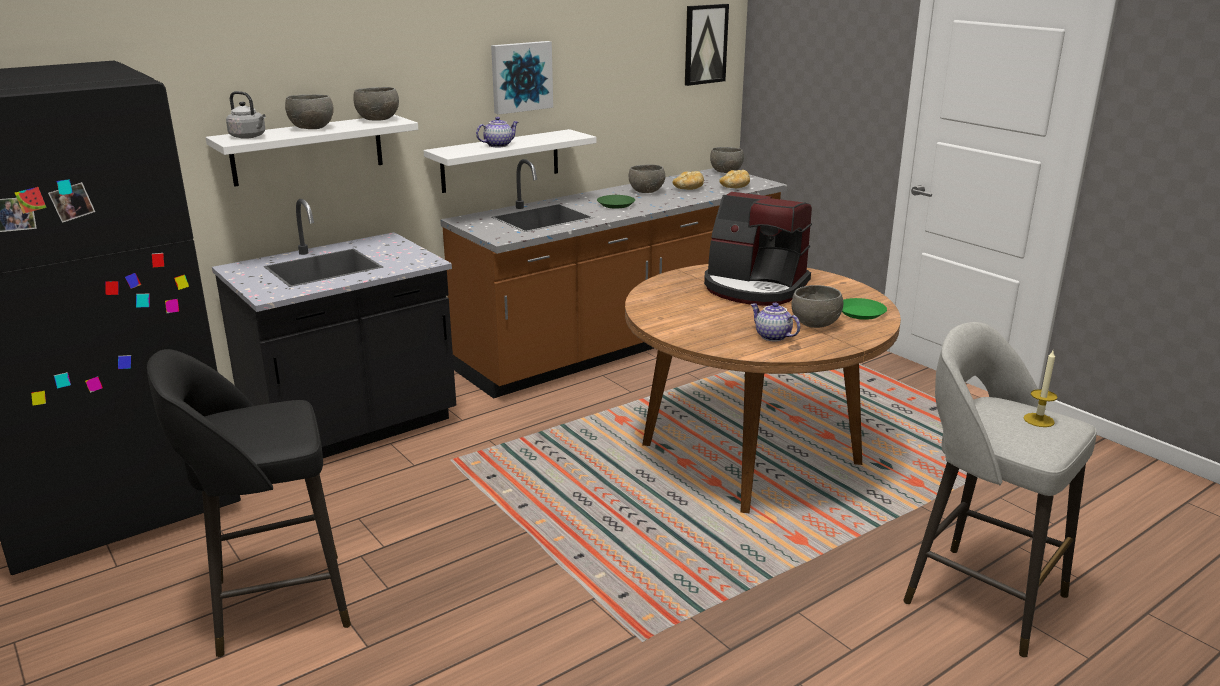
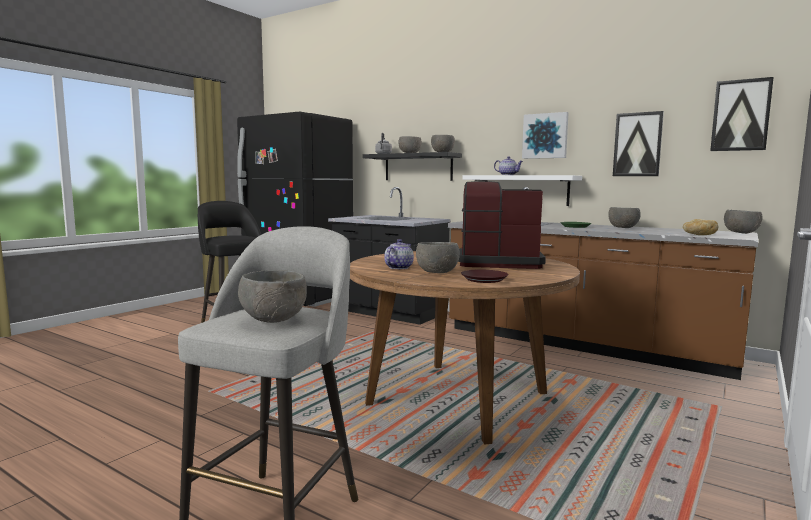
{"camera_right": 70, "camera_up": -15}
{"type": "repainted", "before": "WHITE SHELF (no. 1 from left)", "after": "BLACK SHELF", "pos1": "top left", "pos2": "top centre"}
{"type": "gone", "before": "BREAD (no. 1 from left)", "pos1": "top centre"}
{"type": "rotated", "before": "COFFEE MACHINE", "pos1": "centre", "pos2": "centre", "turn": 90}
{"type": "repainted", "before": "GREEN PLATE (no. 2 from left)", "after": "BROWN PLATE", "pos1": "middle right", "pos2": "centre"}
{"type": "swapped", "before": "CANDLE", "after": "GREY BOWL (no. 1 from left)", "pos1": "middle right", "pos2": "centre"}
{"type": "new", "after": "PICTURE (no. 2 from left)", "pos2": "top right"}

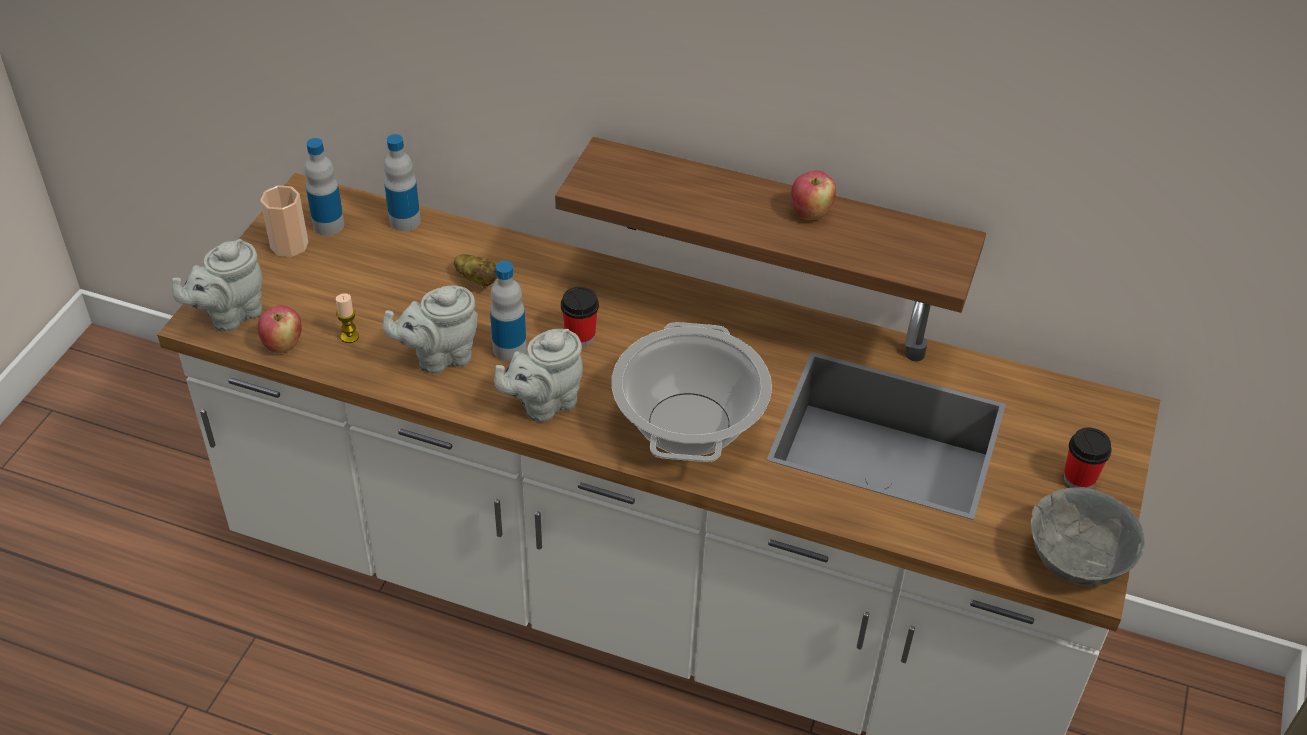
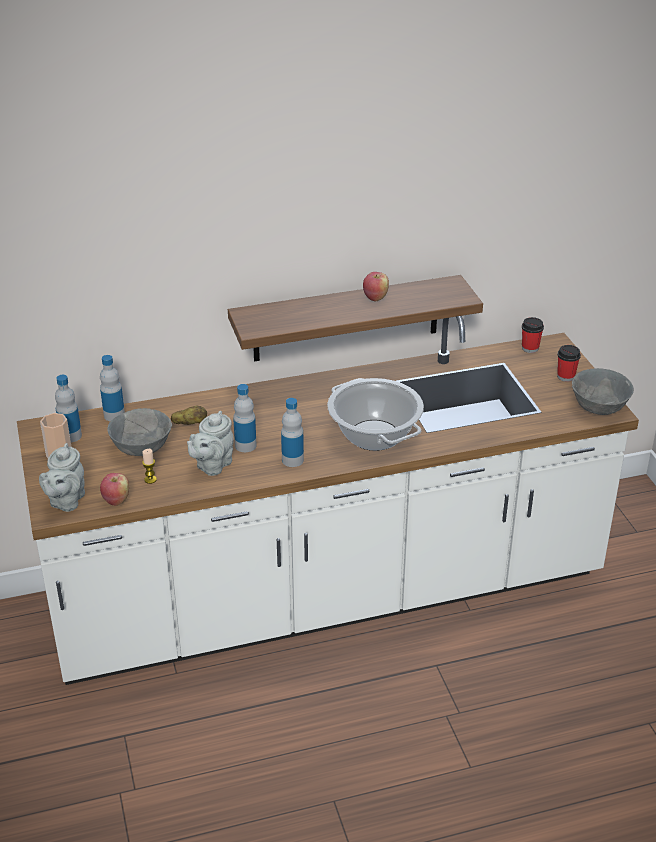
{"camera_right": -35, "camera_up": -10}
{"type": "swapped", "before": "GREY TEAPOT (no. 3 from left)", "after": "BOTTLE (no. 4 from left)", "pos1": "centre", "pos2": "centre"}
{"type": "shifted", "before": "CUP (no. 2 from left)", "pos1": "centre", "pos2": "middle right"}
{"type": "new", "after": "GREY BOWL (no. 1 from left)", "pos2": "middle left"}

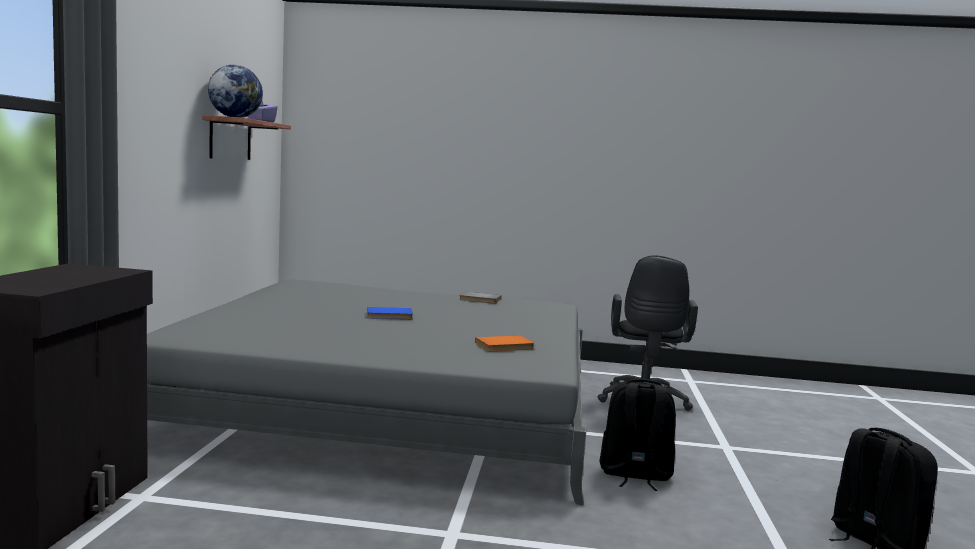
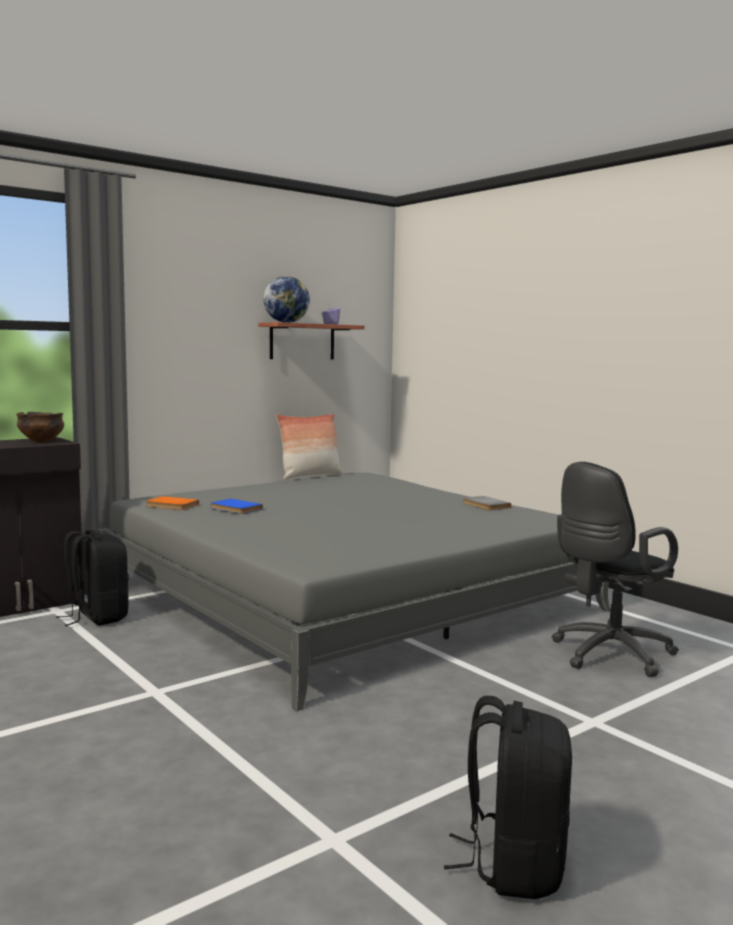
{"camera_right": 45, "camera_up": 0}
{"type": "shifted", "before": "BLUE BOOK", "pos1": "centre", "pos2": "middle left"}
{"type": "shifted", "before": "ORANGE BOOK", "pos1": "centre", "pos2": "middle left"}
{"type": "shifted", "before": "BLACK BACKPACK (no. 1 from left)", "pos1": "bottom centre", "pos2": "middle left"}
{"type": "new", "after": "BOWL", "pos2": "middle left"}
{"type": "new", "after": "PILLOW", "pos2": "centre"}

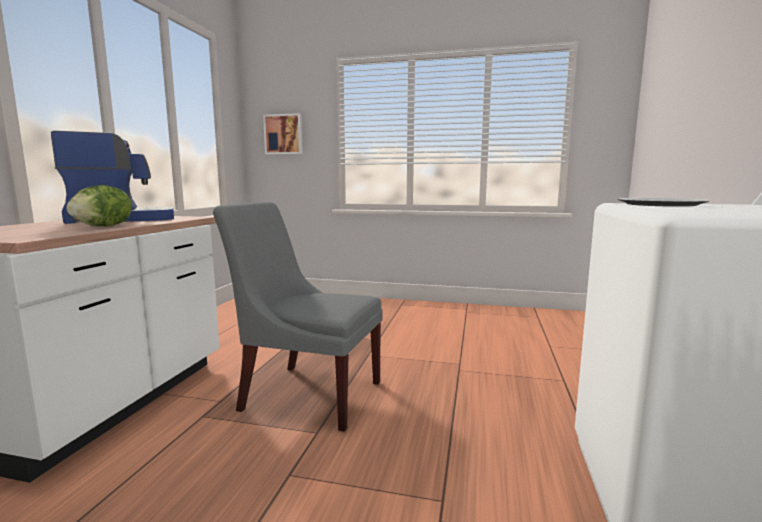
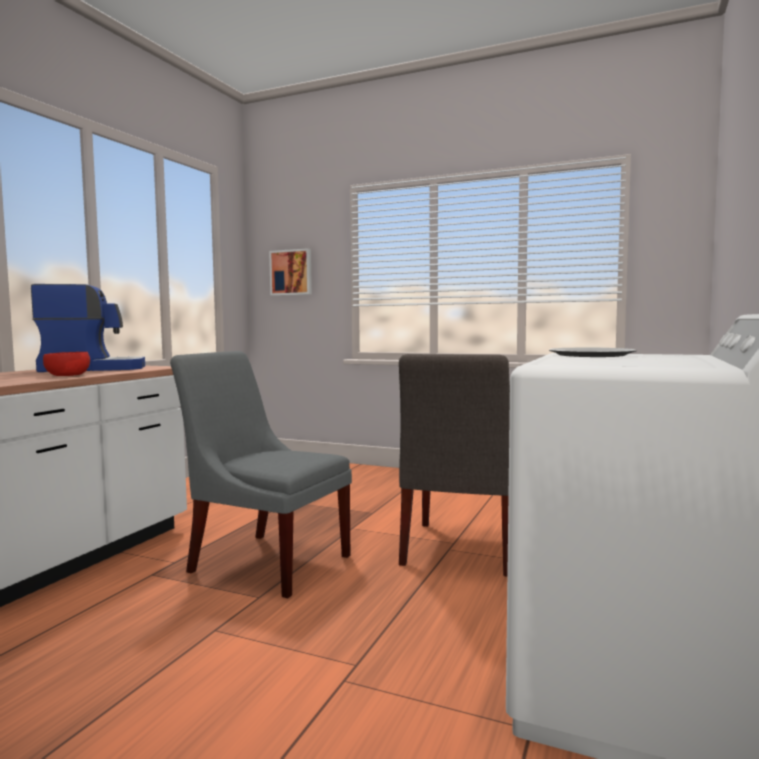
{"camera_right": 10, "camera_up": -5}
{"type": "swapped", "before": "LETTUCE", "after": "RED BOWL", "pos1": "middle left", "pos2": "middle left"}
{"type": "new", "after": "GREY CHAIR (no. 2 from left)", "pos2": "centre"}

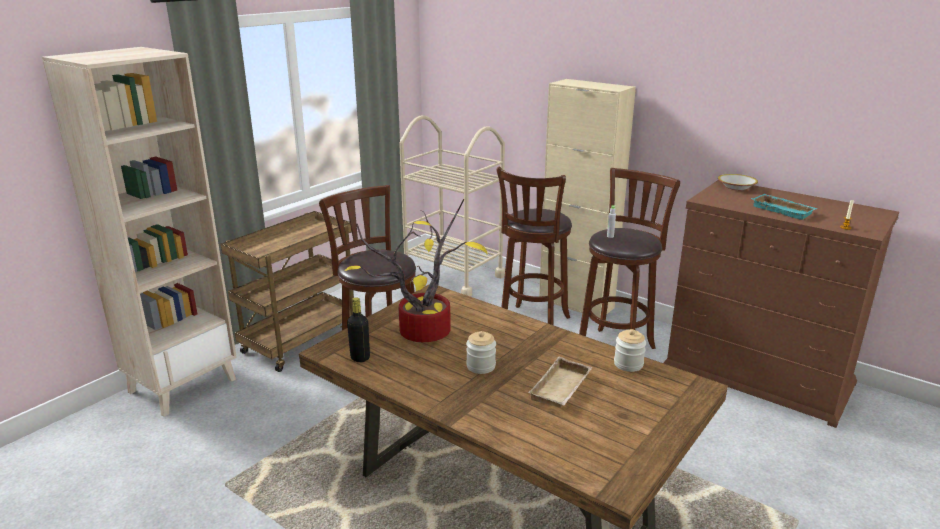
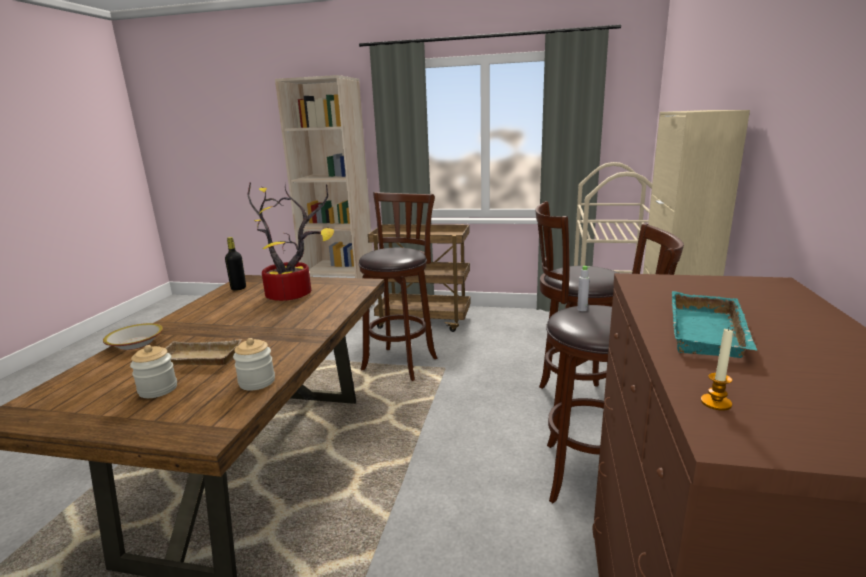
{"camera_right": 65, "camera_up": -5}
{"type": "shifted", "before": "JAR (no. 1 from left)", "pos1": "centre", "pos2": "middle left"}
{"type": "shifted", "before": "BOWL", "pos1": "middle right", "pos2": "middle left"}

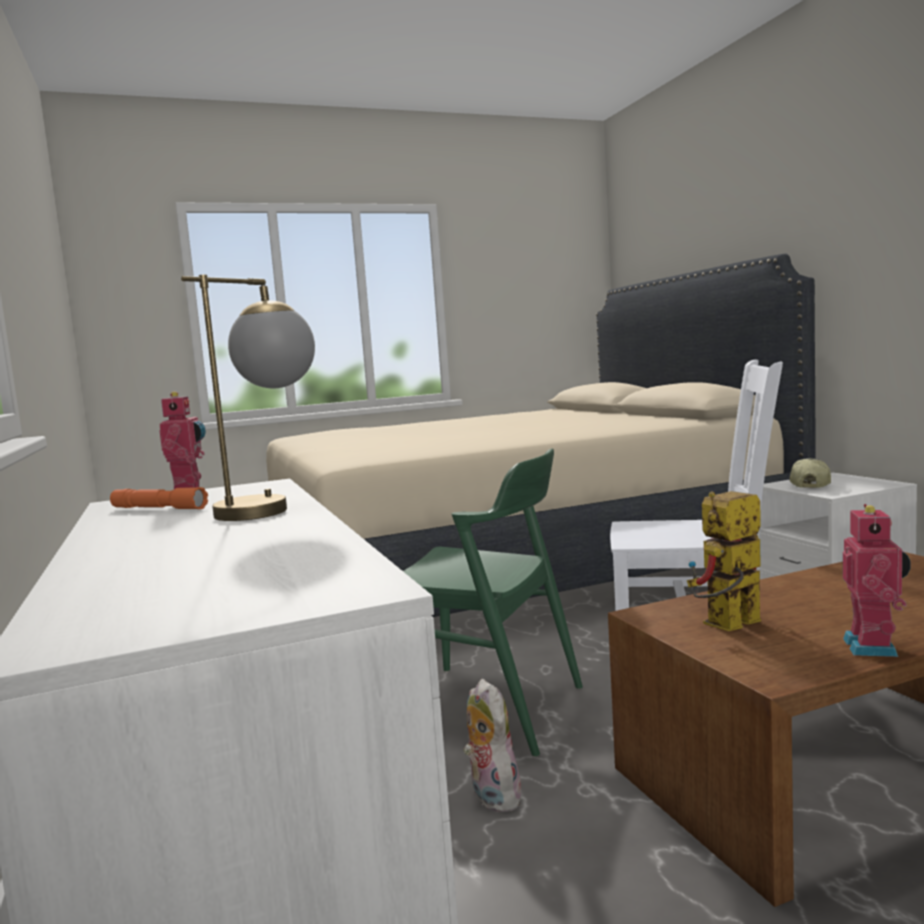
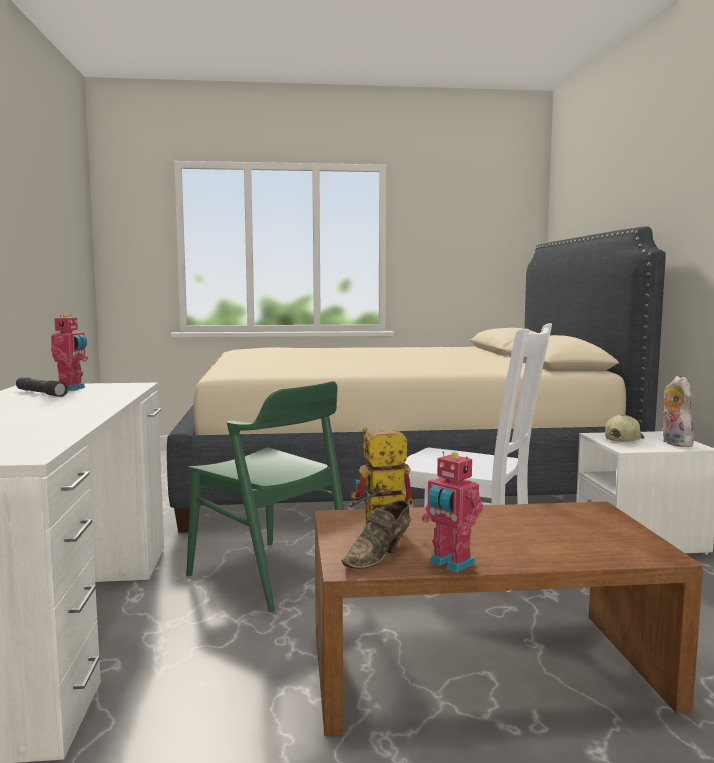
{"camera_right": 15, "camera_up": 0}
{"type": "repainted", "before": "ORANGE FLASHLIGHT", "after": "GREY FLASHLIGHT", "pos1": "middle left", "pos2": "middle left"}
{"type": "gone", "before": "TABLE LAMP", "pos1": "middle left"}
{"type": "shifted", "before": "PLUSH TOY", "pos1": "bottom centre", "pos2": "middle right"}
{"type": "rotated", "before": "TOY ROBOT (no. 3 from left)", "pos1": "middle right", "pos2": "bottom centre", "turn": 105}
{"type": "new", "after": "BROWN SHOE", "pos2": "bottom centre"}

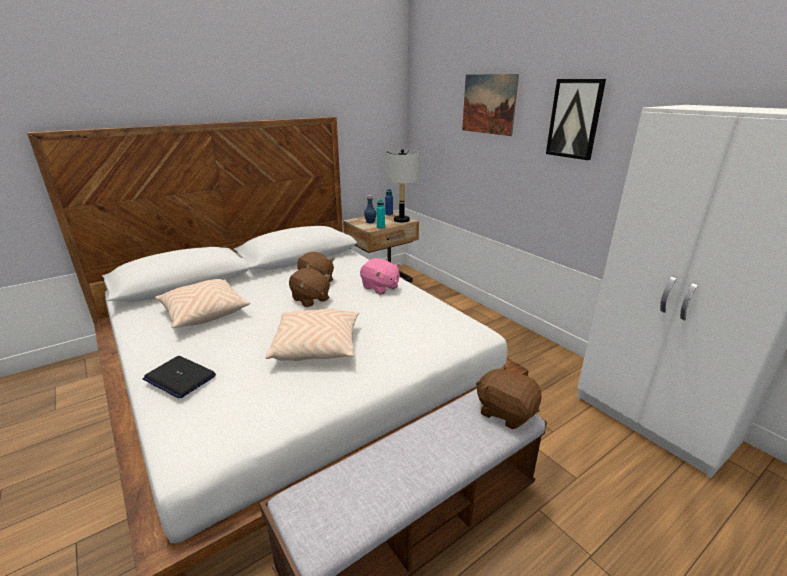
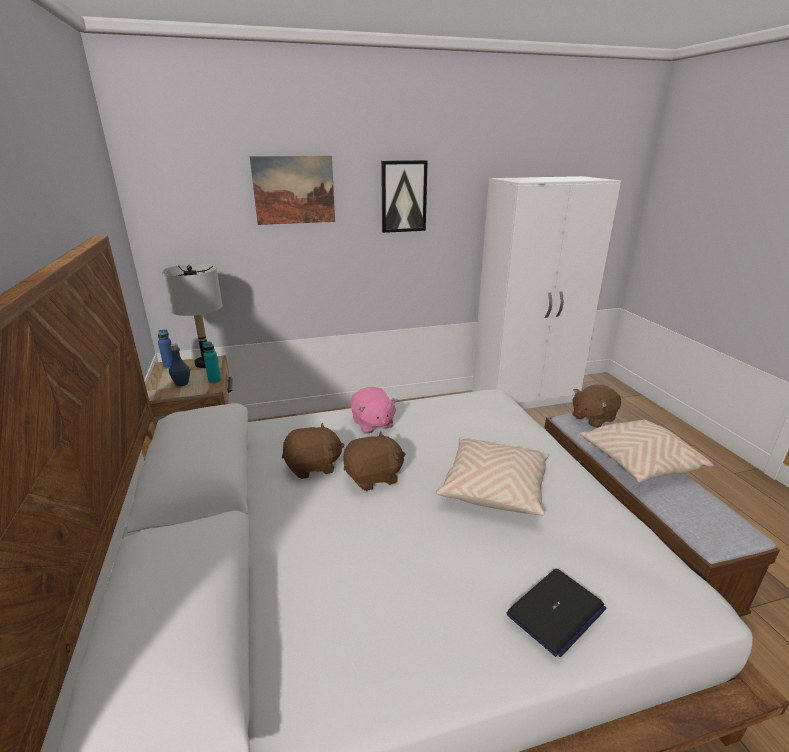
{"camera_right": -70, "camera_up": 0}
{"type": "shifted", "before": "BEIGE PILLOW (no. 1 from left in the first image)", "after": "BEIGE PILLOW (no. 2 from left)", "pos1": "middle left", "pos2": "middle right"}
{"type": "rotated", "before": "PINK PLUSH TOY", "pos1": "centre", "pos2": "centre", "turn": 90}

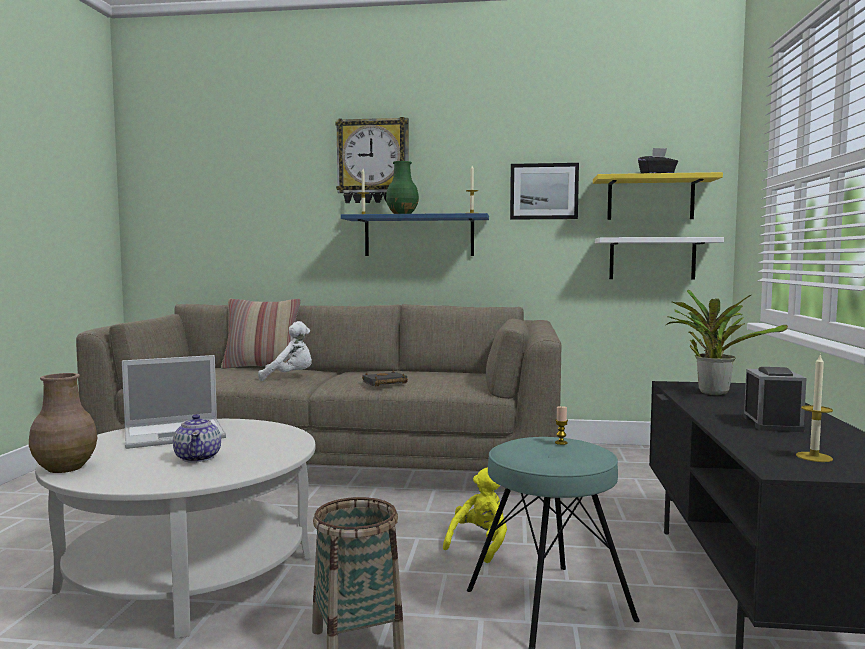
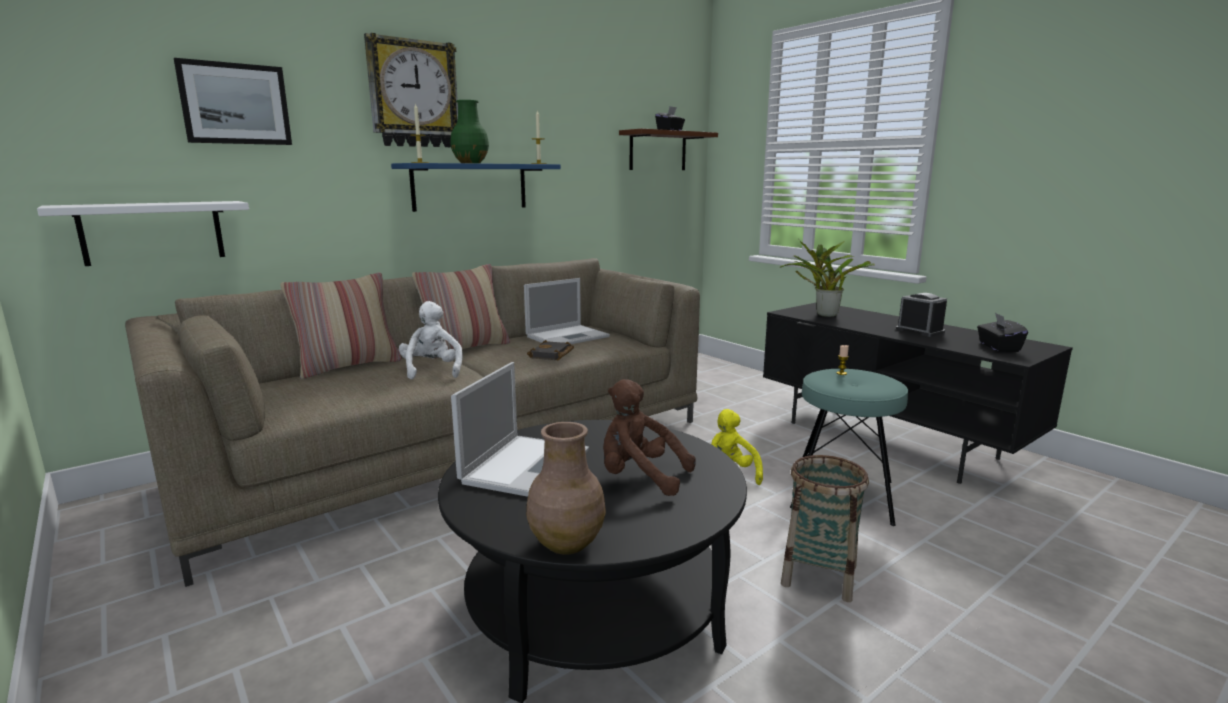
{"camera_right": -45, "camera_up": 10}
{"type": "repainted", "before": "WHITE COFFEE TABLE", "after": "BLACK COFFEE TABLE", "pos1": "bottom left", "pos2": "bottom centre"}
{"type": "swapped", "before": "TEAPOT", "after": "BROWN PLUSH TOY", "pos1": "bottom left", "pos2": "centre"}
{"type": "rotated", "before": "WHITE PLUSH TOY", "pos1": "middle left", "pos2": "centre", "turn": -60}
{"type": "shifted", "before": "PICTURE", "pos1": "top centre", "pos2": "top left"}
{"type": "repainted", "before": "YELLOW SHELF", "after": "BROWN SHELF", "pos1": "top right", "pos2": "top centre"}
{"type": "shifted", "before": "WHITE SHELF", "pos1": "middle right", "pos2": "top left"}
{"type": "swapped", "before": "CANDLE (no. 4 from left)", "after": "BLACK TISSUE BOX (no. 2 from left)", "pos1": "middle right", "pos2": "middle right"}
{"type": "new", "after": "PILLOW (no. 2 from left)", "pos2": "centre"}
{"type": "new", "after": "LAPTOP (no. 2 from left)", "pos2": "centre"}

